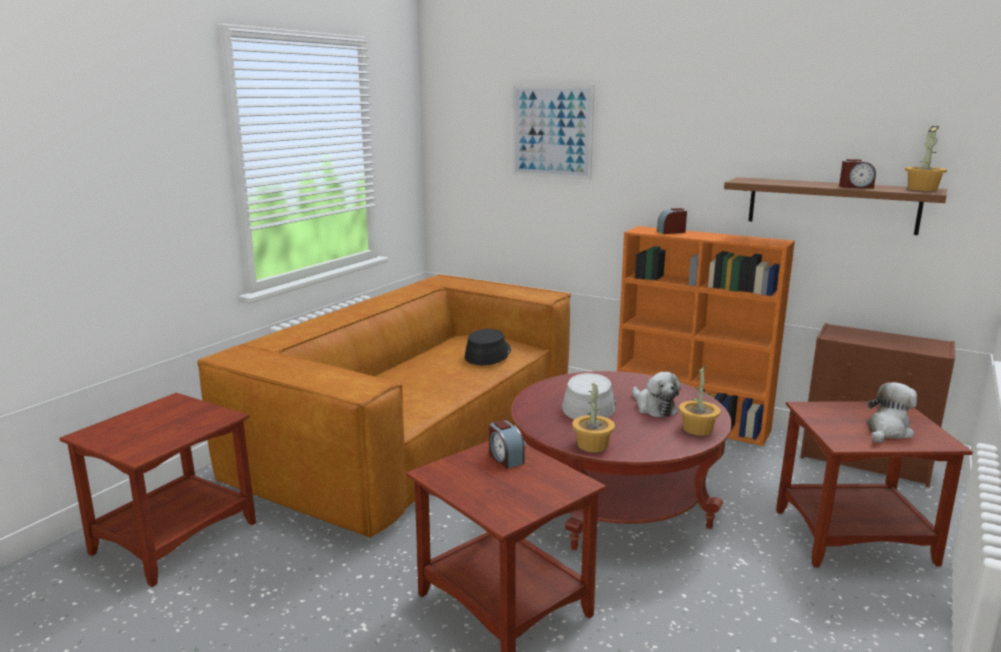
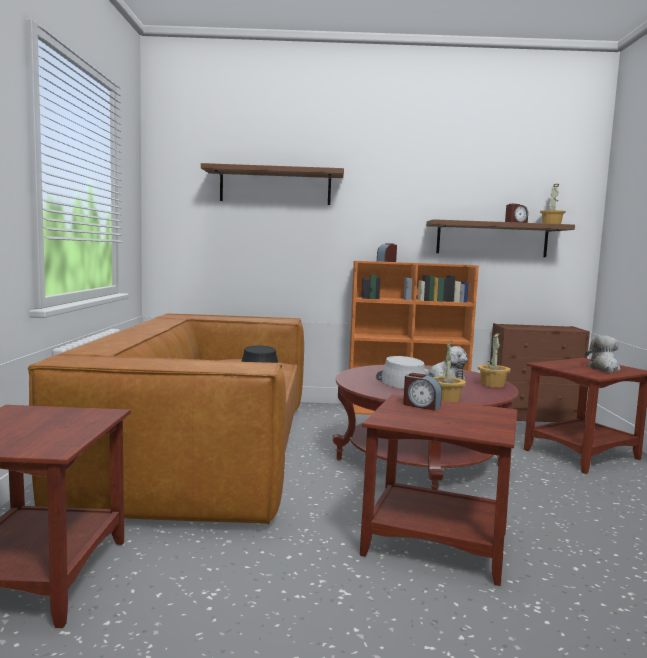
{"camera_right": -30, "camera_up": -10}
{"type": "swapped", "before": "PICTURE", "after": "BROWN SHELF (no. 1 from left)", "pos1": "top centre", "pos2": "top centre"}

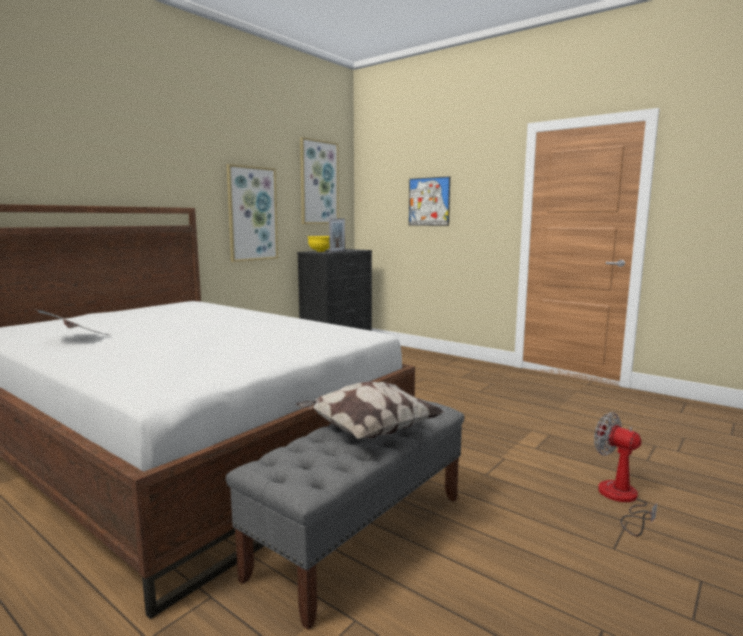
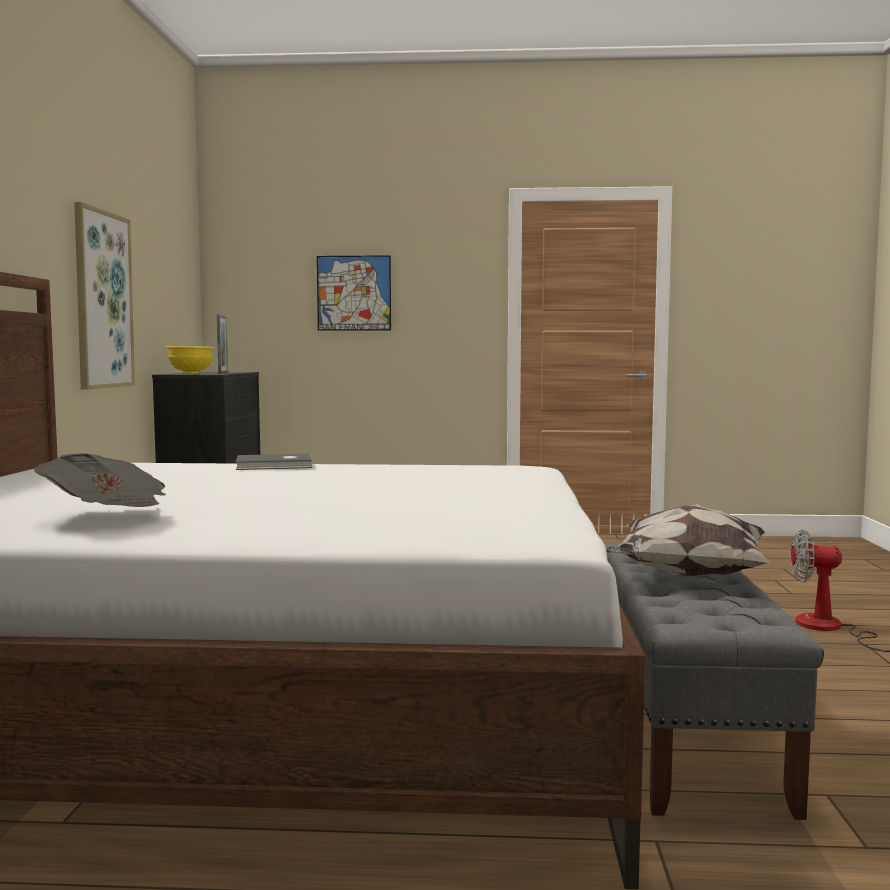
{"camera_right": -35, "camera_up": -5}
{"type": "gone", "before": "PICTURE (no. 2 from left)", "pos1": "top centre"}
{"type": "new", "after": "GREY BOOK", "pos2": "middle left"}

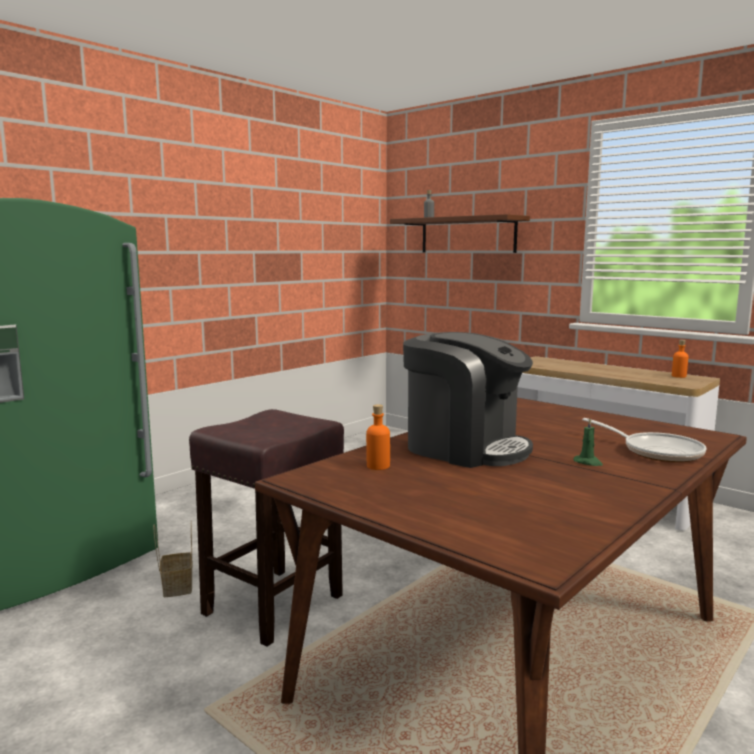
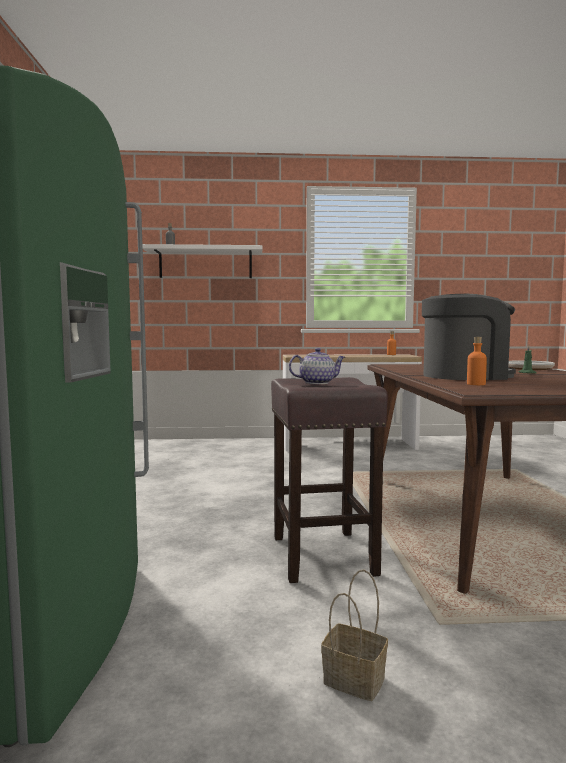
{"camera_right": -45, "camera_up": -5}
{"type": "shifted", "before": "BASKET", "pos1": "bottom left", "pos2": "bottom centre"}
{"type": "repainted", "before": "BROWN SHELF", "after": "WHITE SHELF", "pos1": "top centre", "pos2": "centre"}
{"type": "new", "after": "TEAPOT", "pos2": "centre"}

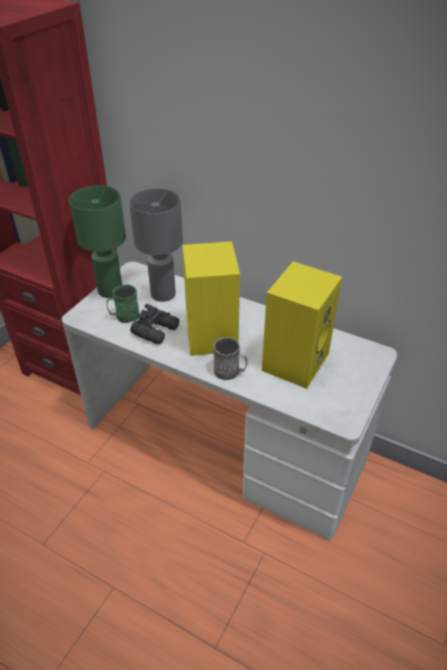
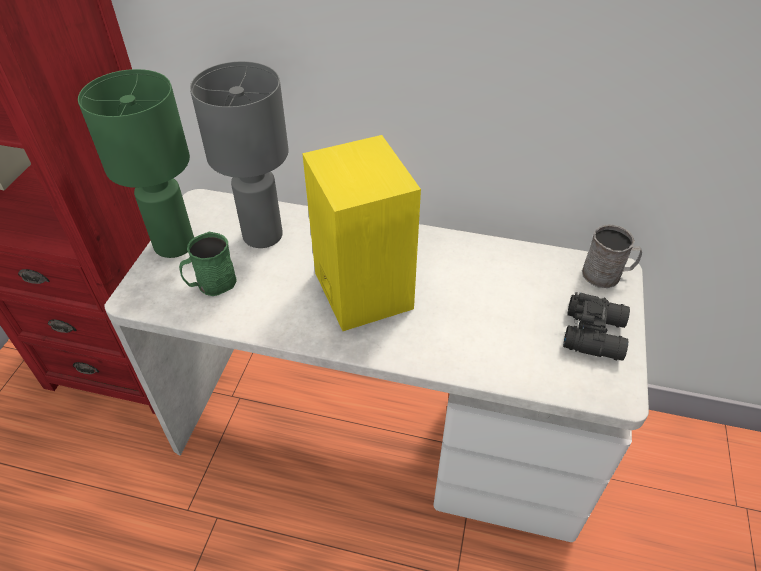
{"camera_right": -15, "camera_up": 5}
{"type": "shifted", "before": "BLACK BINOCULARS", "pos1": "centre", "pos2": "middle right"}
{"type": "shifted", "before": "GREY MUG", "pos1": "centre", "pos2": "middle right"}
{"type": "gone", "before": "YELLOW SPEAKER (no. 2 from left)", "pos1": "middle right"}

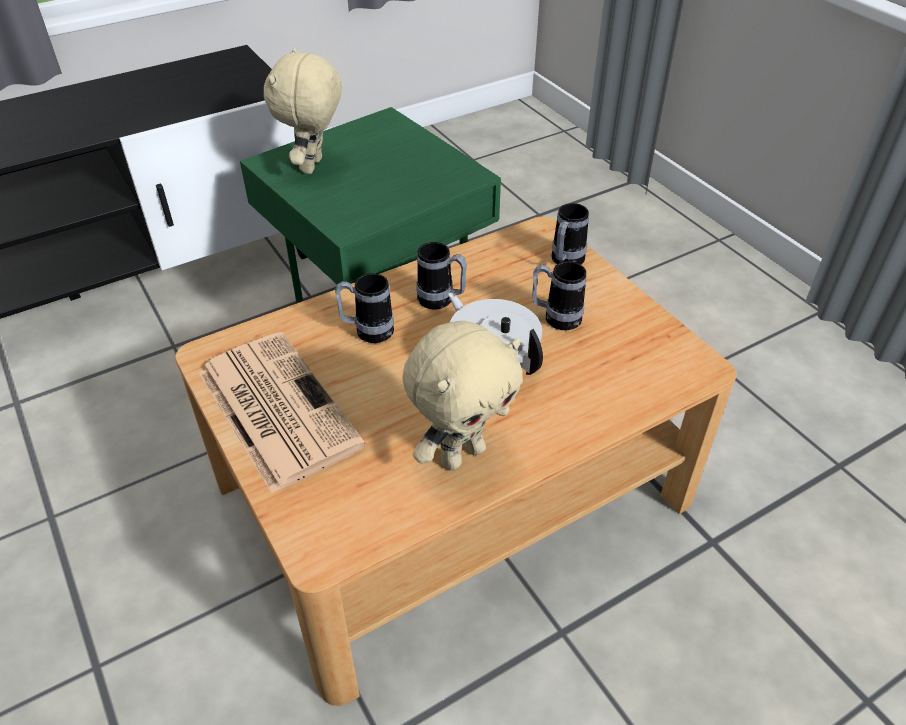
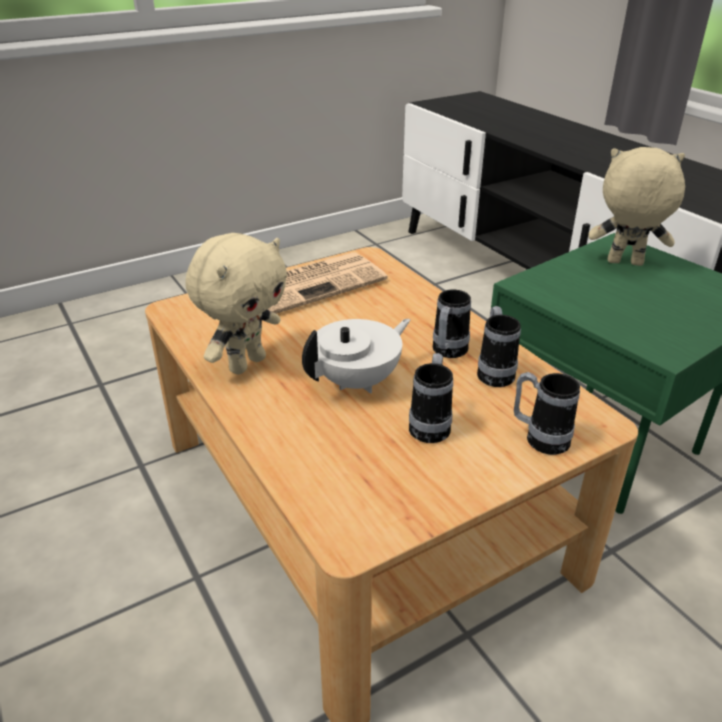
{"camera_right": 90, "camera_up": -10}
{"type": "shifted", "before": "MUG (no. 1 from left in the first image)", "after": "MUG (no. 3 from left)", "pos1": "centre", "pos2": "middle right"}
{"type": "rotated", "before": "BEIGE PLUSH TOY (no. 2 from left in the first image)", "pos1": "centre", "pos2": "middle left", "turn": -105}

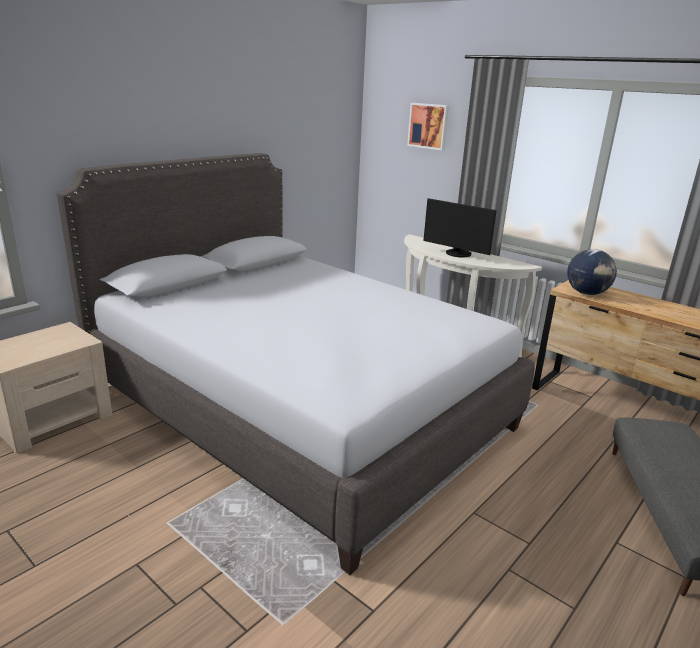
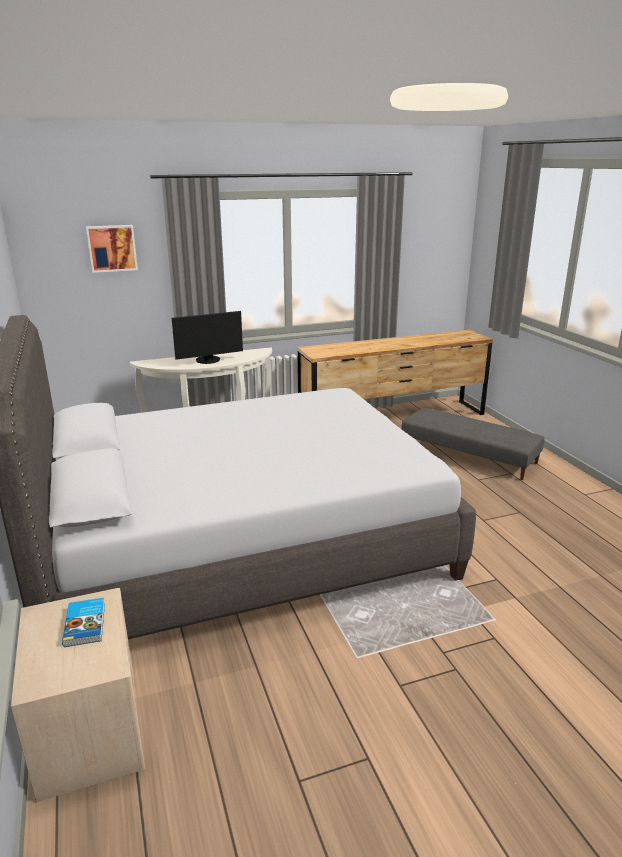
{"camera_right": -60, "camera_up": 0}
{"type": "gone", "before": "GLOBE", "pos1": "middle right"}
{"type": "new", "after": "BOOK", "pos2": "bottom left"}

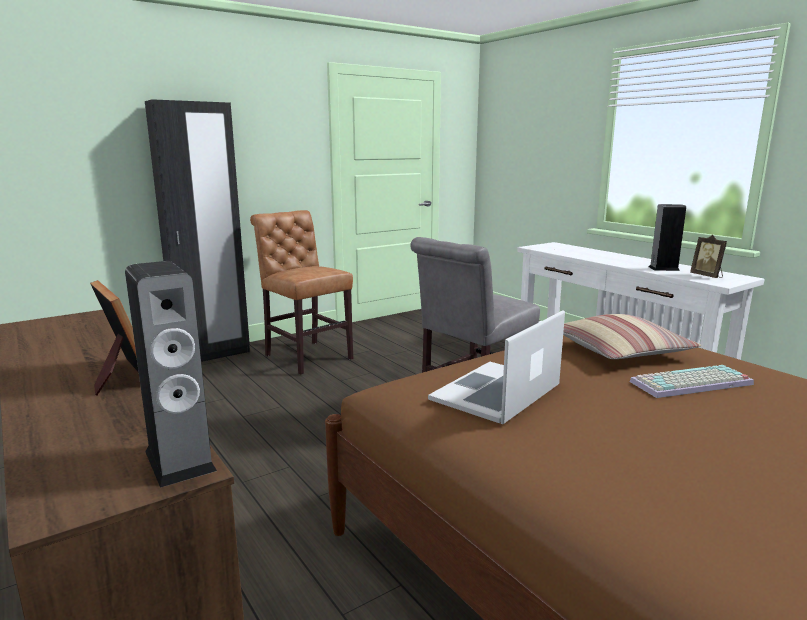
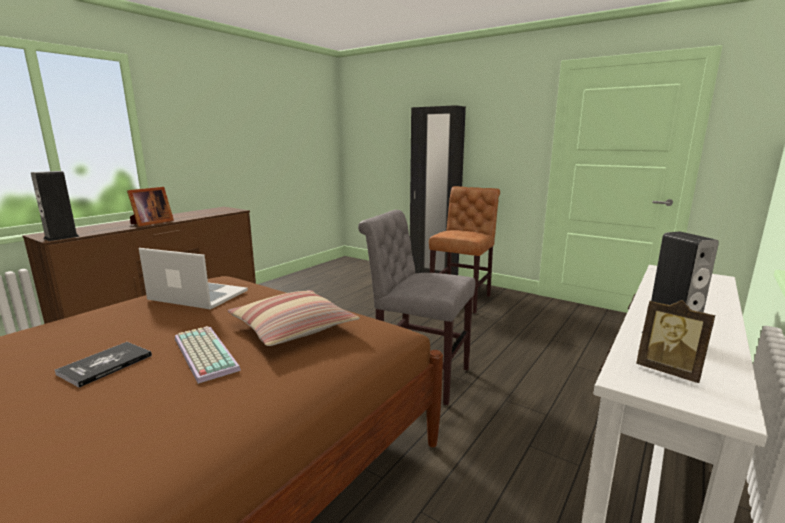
{"camera_right": 70, "camera_up": 0}
{"type": "rotated", "before": "PICTURE FRAME (no. 2 from left)", "pos1": "middle right", "pos2": "middle right", "turn": -90}
{"type": "new", "after": "BOOK", "pos2": "bottom left"}

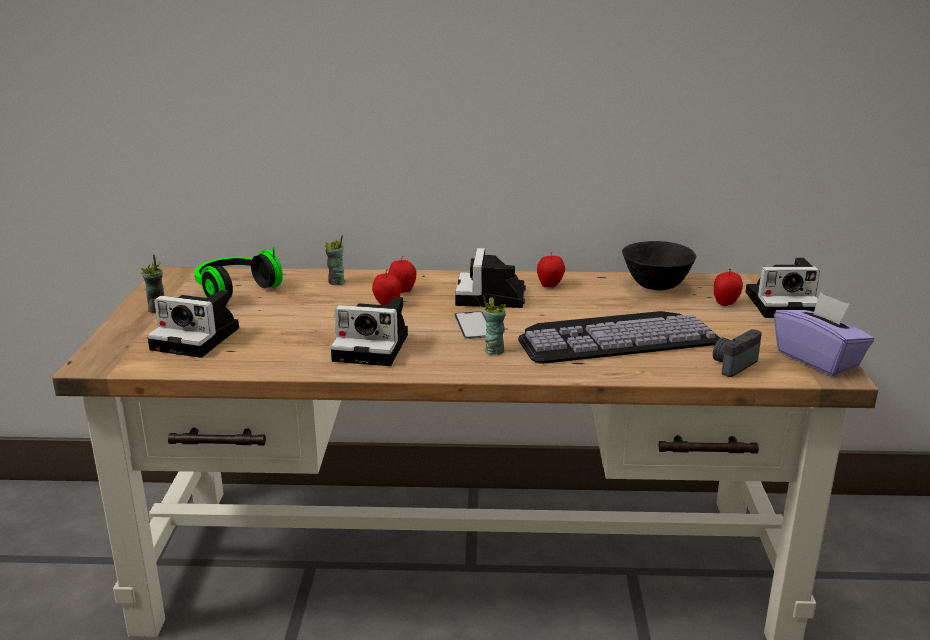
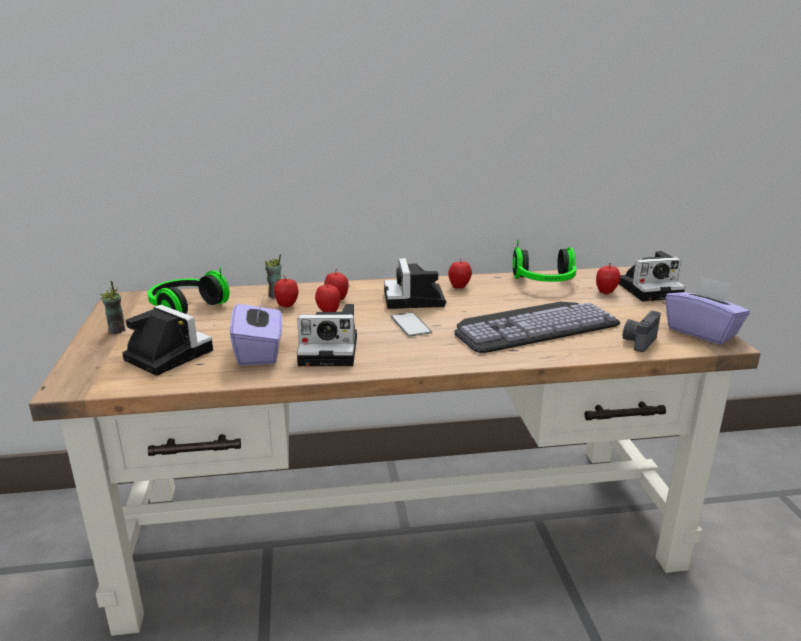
{"camera_right": -10, "camera_up": 0}
{"type": "rotated", "before": "PHOTO CAMERA (no. 1 from left)", "pos1": "middle left", "pos2": "middle left", "turn": -150}
{"type": "gone", "before": "CUP (no. 3 from left)", "pos1": "centre"}
{"type": "swapped", "before": "BLACK BOWL", "after": "HEADPHONES (no. 2 from left)", "pos1": "middle right", "pos2": "middle right"}
{"type": "new", "after": "PURPLE TISSUE BOX (no. 1 from left)", "pos2": "middle left"}
{"type": "new", "after": "APPLE (no. 1 from left)", "pos2": "centre"}

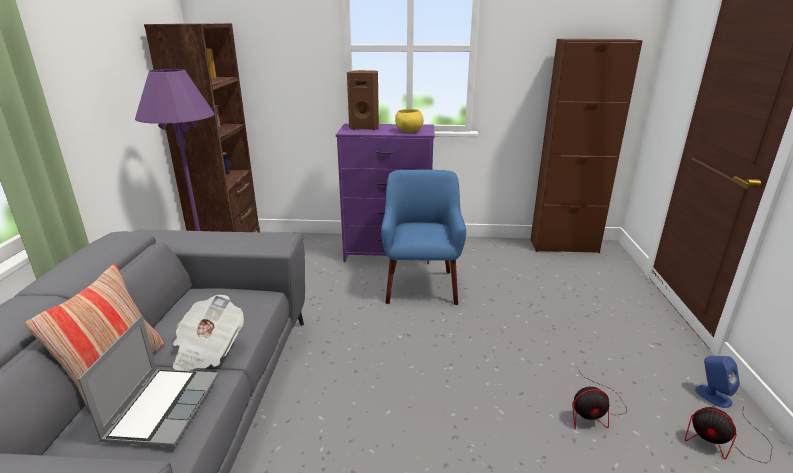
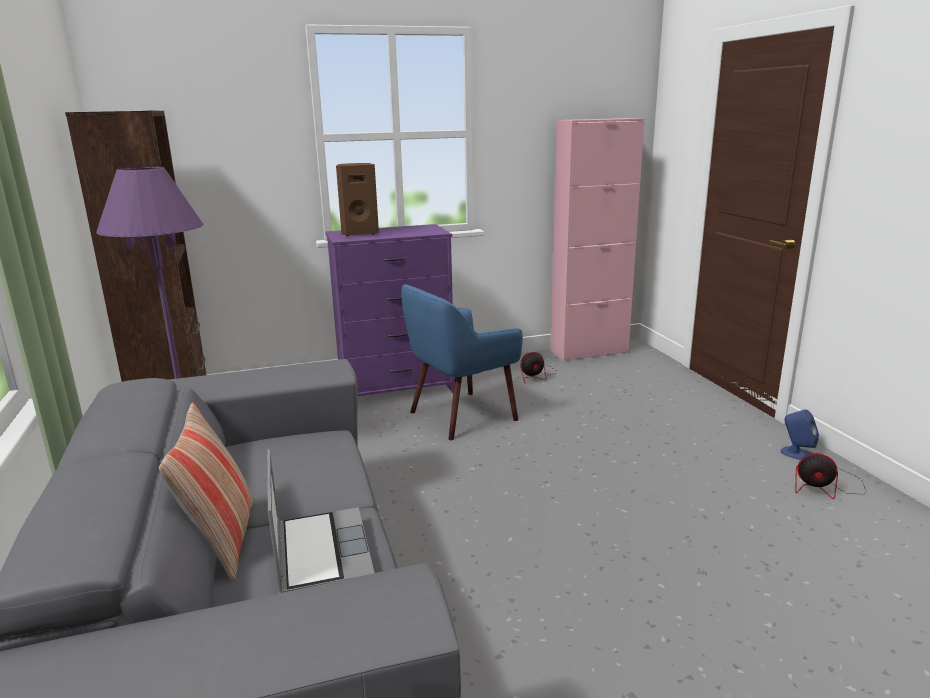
{"camera_right": -20, "camera_up": -5}
{"type": "gone", "before": "NEWSPAPER", "pos1": "bottom left"}
{"type": "rotated", "before": "BLUE ARMCHAIR", "pos1": "centre", "pos2": "centre", "turn": -105}
{"type": "gone", "before": "YELLOW BOWL", "pos1": "top centre"}
{"type": "repainted", "before": "BROWN CABINET", "after": "PINK CABINET", "pos1": "top right", "pos2": "centre"}
{"type": "shifted", "before": "FAN (no. 1 from left)", "pos1": "bottom right", "pos2": "centre"}

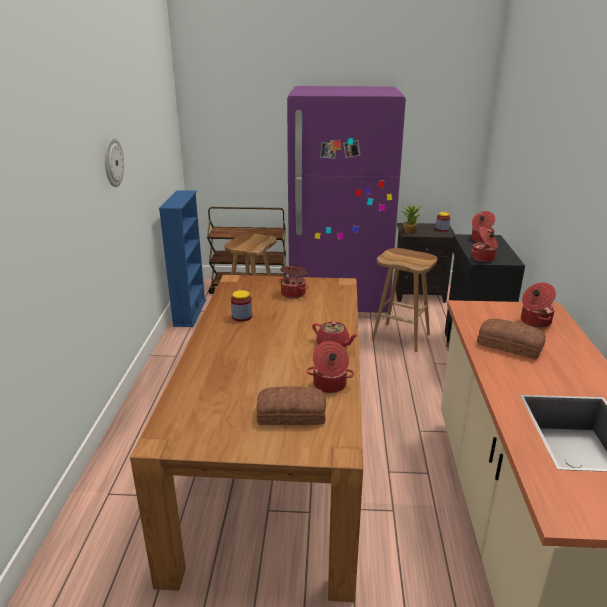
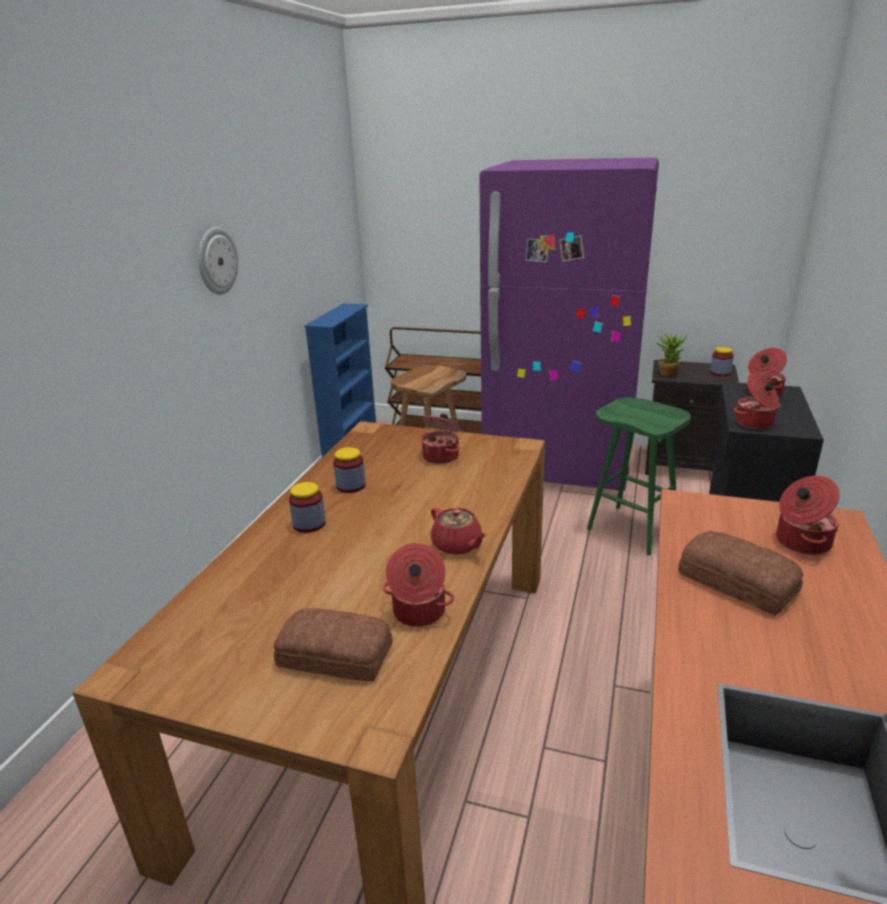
{"camera_right": 15, "camera_up": 0}
{"type": "repainted", "before": "BROWN STOOL (no. 2 from left)", "after": "GREEN STOOL", "pos1": "centre", "pos2": "middle right"}
{"type": "new", "after": "JAR (no. 1 from left)", "pos2": "centre"}

